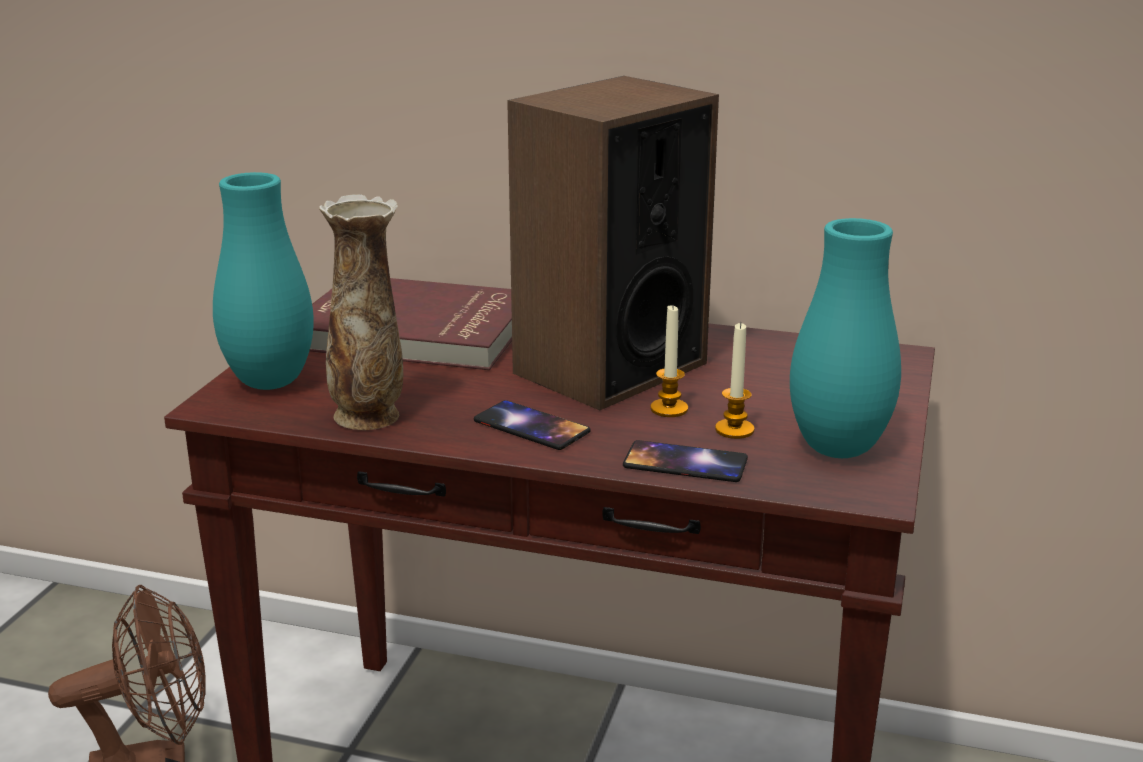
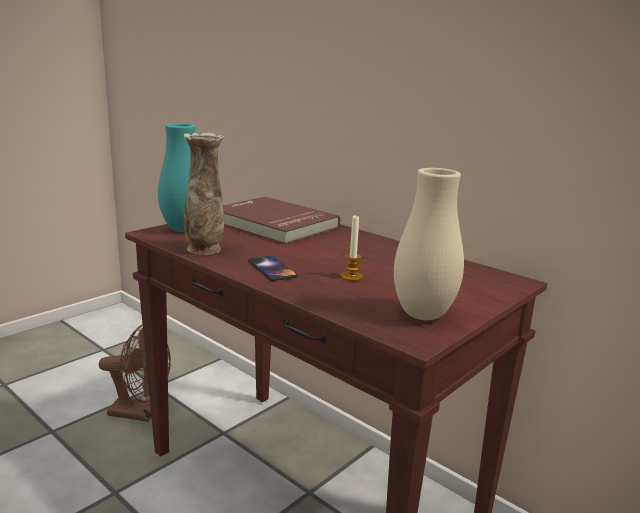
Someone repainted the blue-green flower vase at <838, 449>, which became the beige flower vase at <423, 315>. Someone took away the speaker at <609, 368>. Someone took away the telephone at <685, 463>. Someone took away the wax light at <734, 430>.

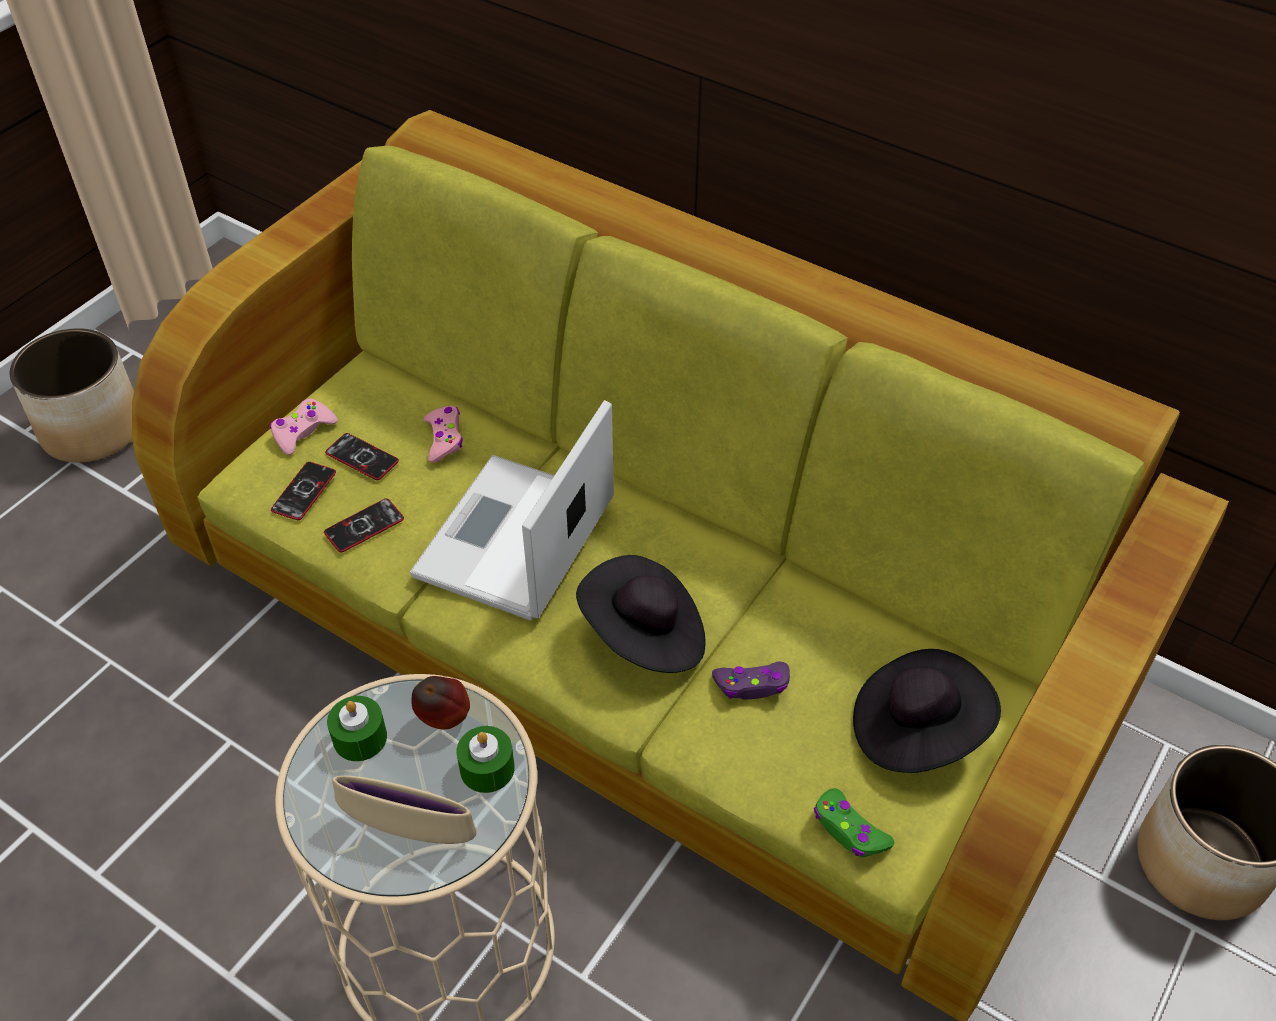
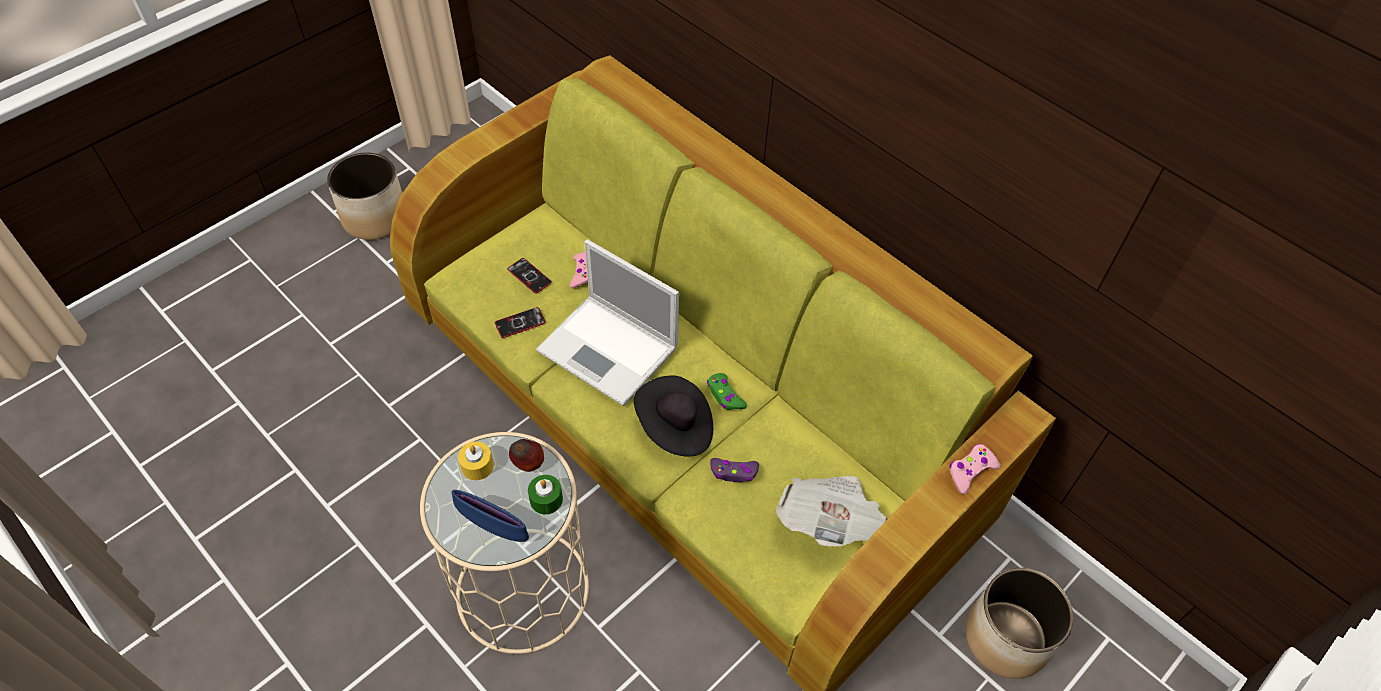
Someone repainted the beige bowl at <408, 828>, which became the blue-coloured bowl at <492, 526>. Someone repainted the green-coloured wax light at <360, 737>, which became the yellow-coloured wax light at <477, 466>. Someone rotated the portable computer at <514, 541> by 90 degrees counterclockwise. Someone carried the green-coloured joypad from <849, 830> to <725, 396>. Someone swapped the black-coloured hat at <916, 729> for the daily paper at <829, 521>. Someone carried the pinkish joypad from <303, 432> to <970, 471>. Someone took away the telephone at <304, 492>.

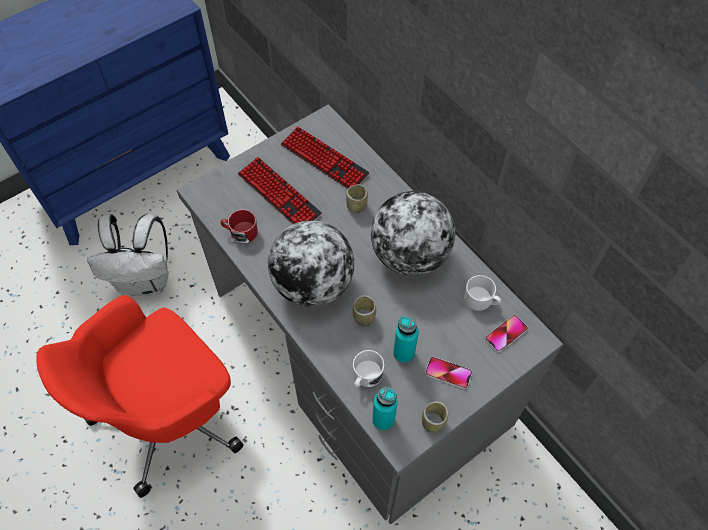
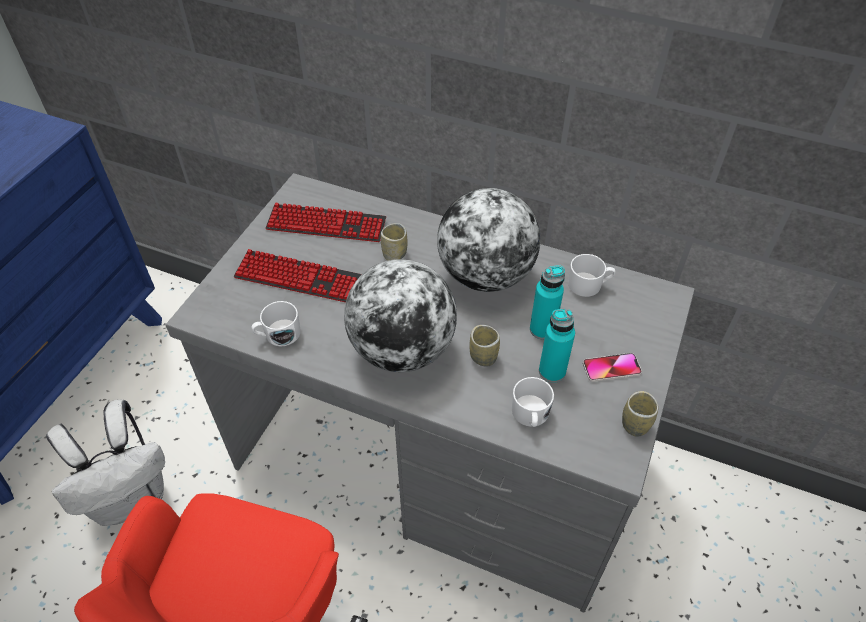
Someone repainted the red tea mug at <240, 232>, which became the white tea mug at <278, 335>. Someone carried the blue-green drink bottle from <383, 419> to <542, 329>. Someone took away the telephone at <506, 334>.

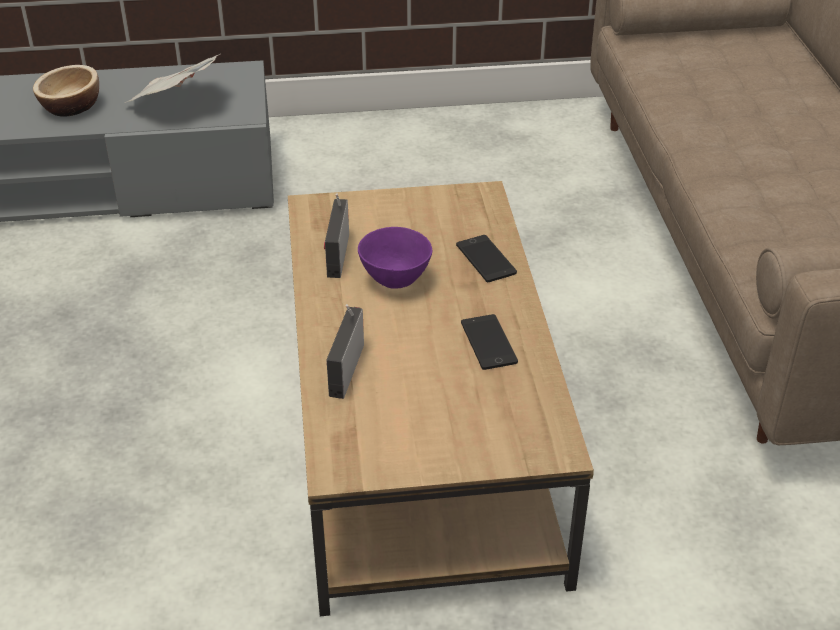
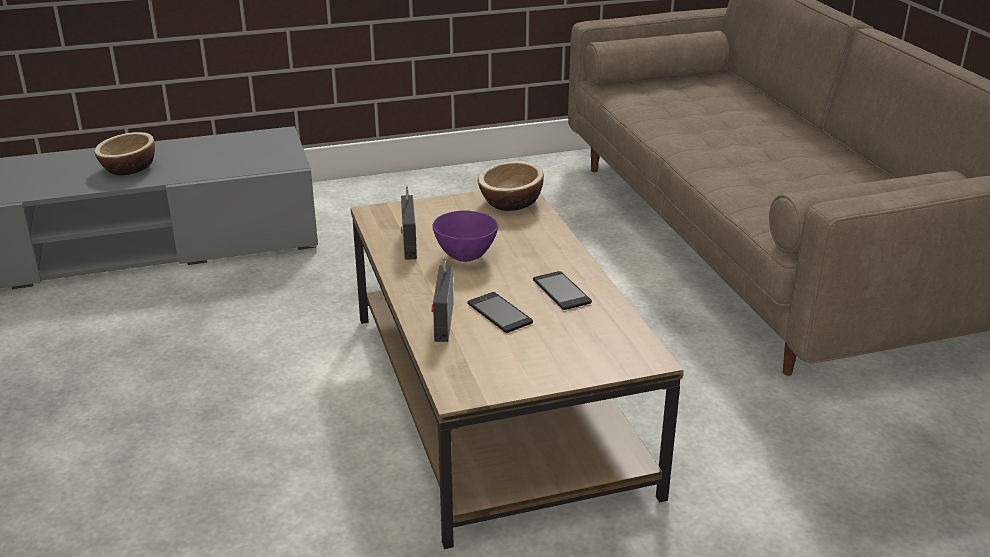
Someone carried the telephone from <486, 259> to <499, 313>. Someone put down the bowl at <511, 202>. Someone took away the daily paper at <176, 102>.

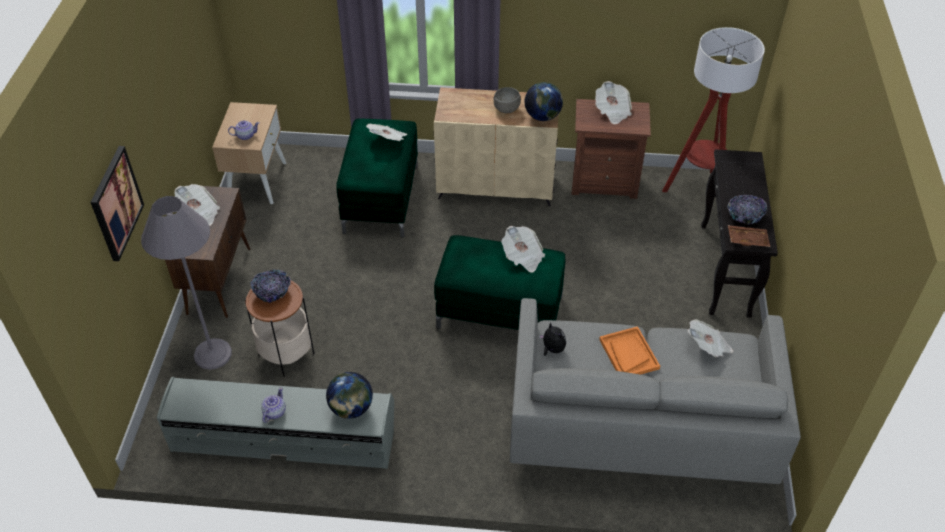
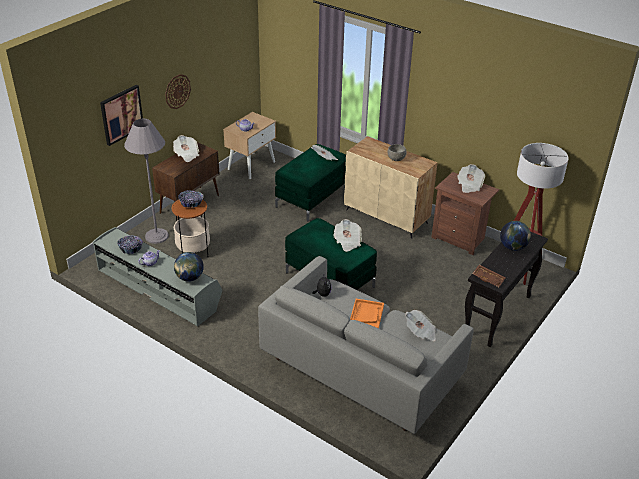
Someone carried the bowl from <745, 215> to <130, 249>. Someone put up the hanging clock at <177, 91>. Someone carried the globe from <542, 117> to <513, 247>.

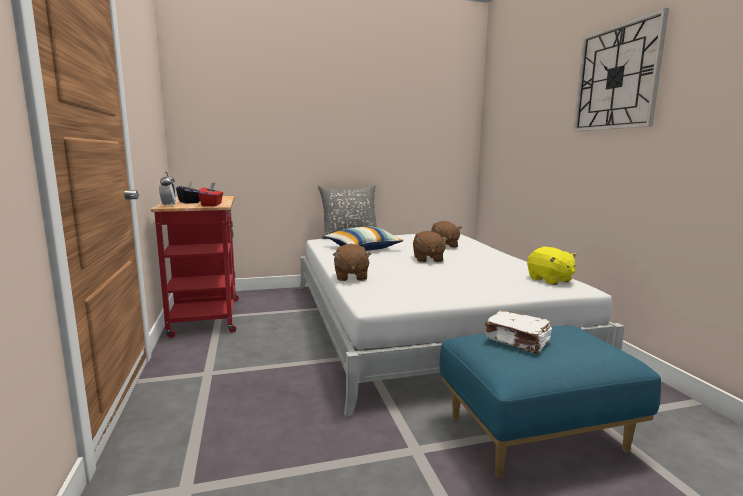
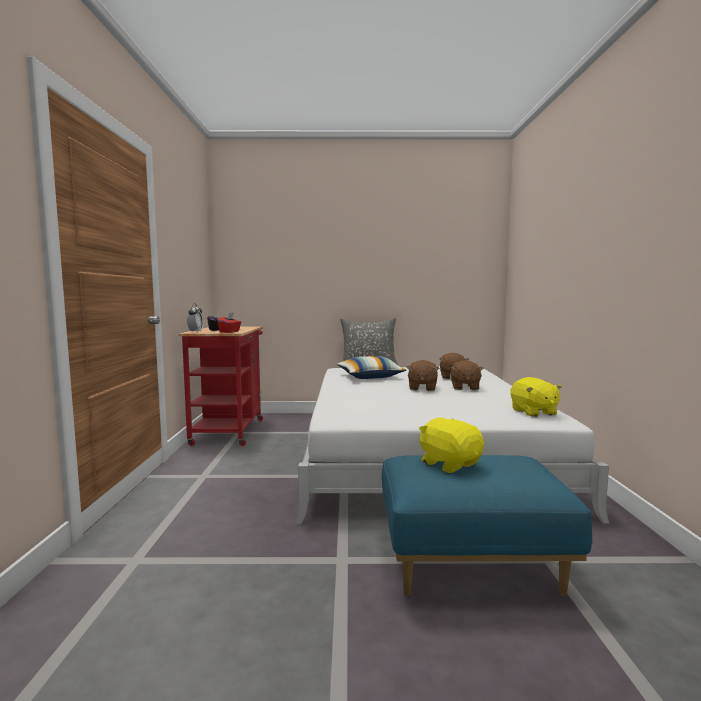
Someone swapped the white book at <517, 341> for the yellow-coloured plush toy at <449, 463>. Someone carried the brown plush toy from <351, 277> to <464, 387>. Someone took away the hanging clock at <616, 77>.

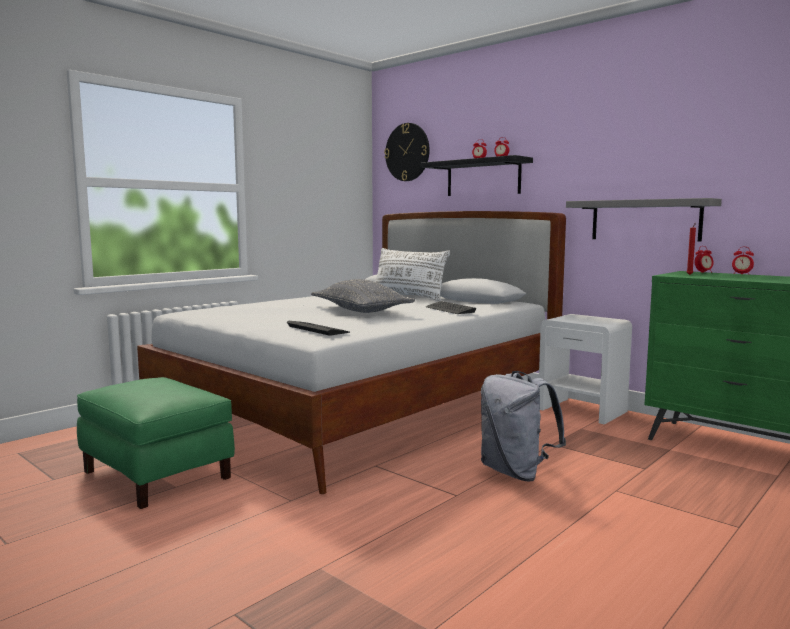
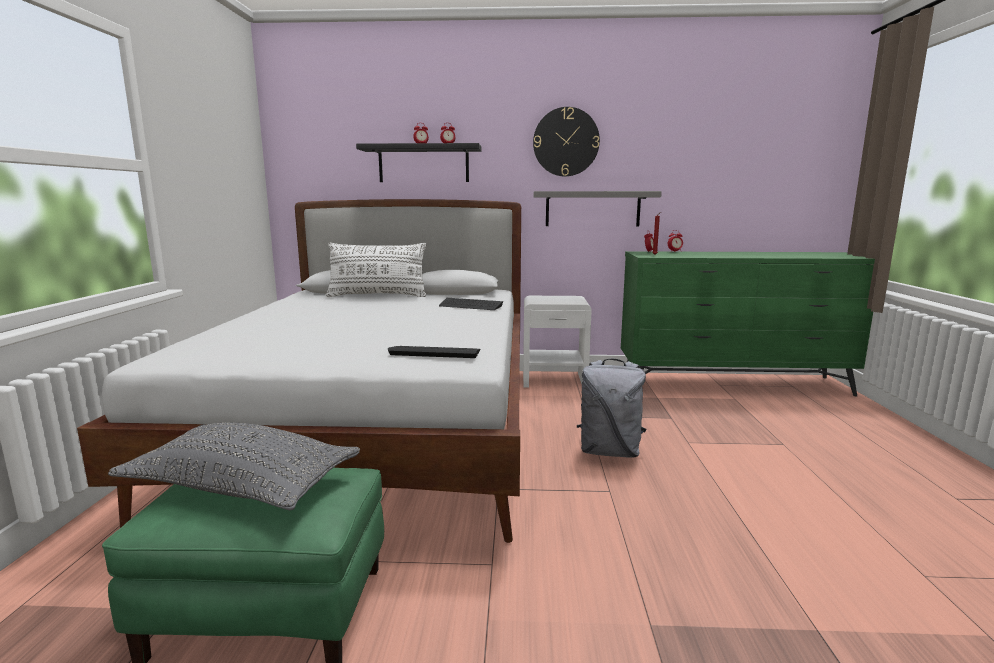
Someone carried the grey pillow from <361, 311> to <243, 486>. Someone carried the hanging clock from <407, 152> to <566, 142>.

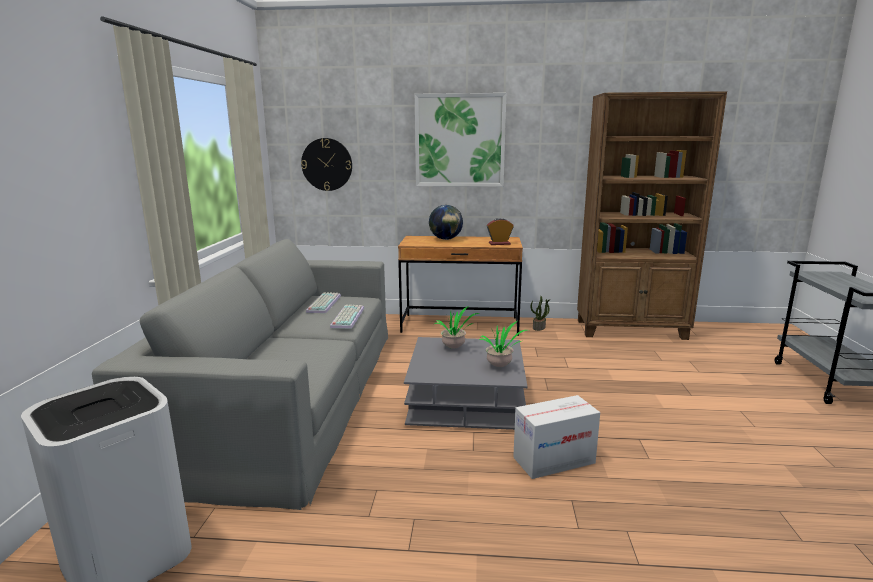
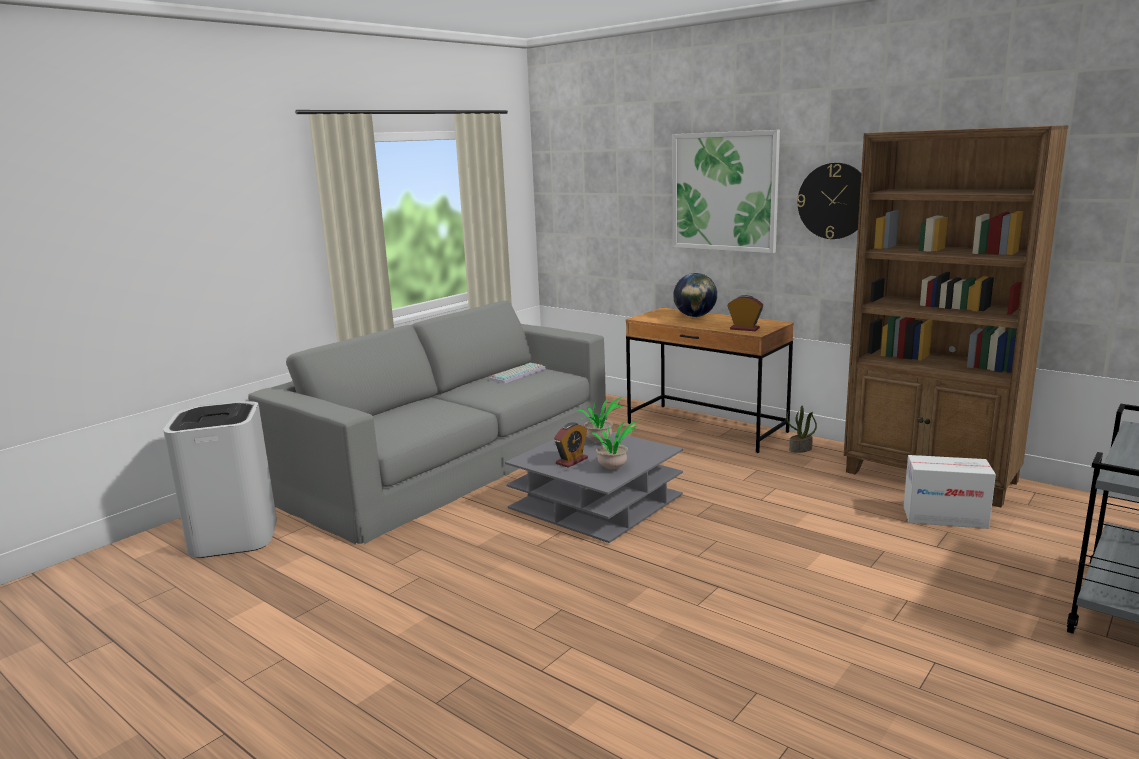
Someone put down the alarm clock at <571, 461>. Someone carried the hanging clock from <327, 164> to <834, 201>. Someone carried the packing box from <554, 460> to <945, 517>. Someone took away the PC keyboard at <347, 317>.

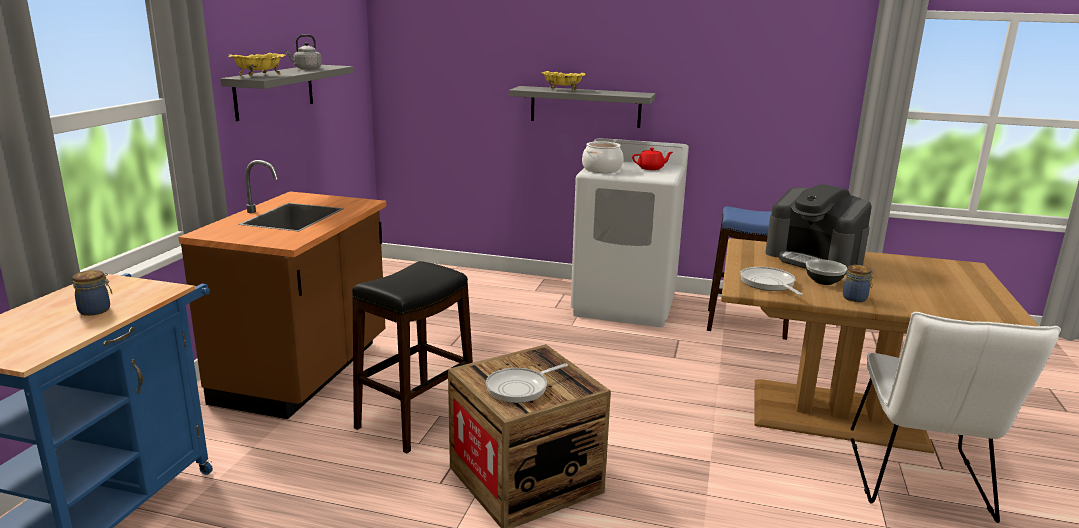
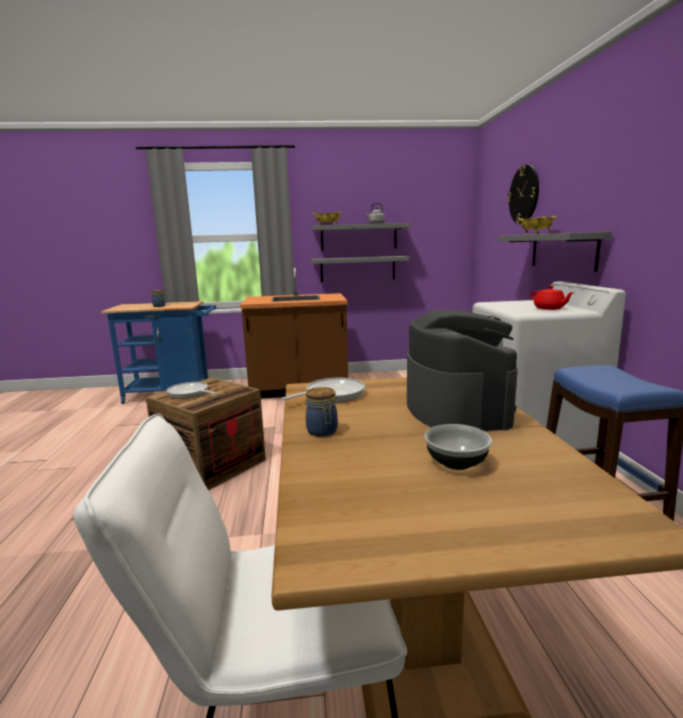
Someone put up the grey wall shelf at <357, 269>. Someone rotated the coffee brewer at <814, 258> by 150 degrees clockwise. Someone carried the bowl from <823, 281> to <456, 462>. Someone put up the hanging clock at <524, 194>. Someone took away the black-coloured stool at <416, 418>. Someone took away the saucepot at <602, 169>.

